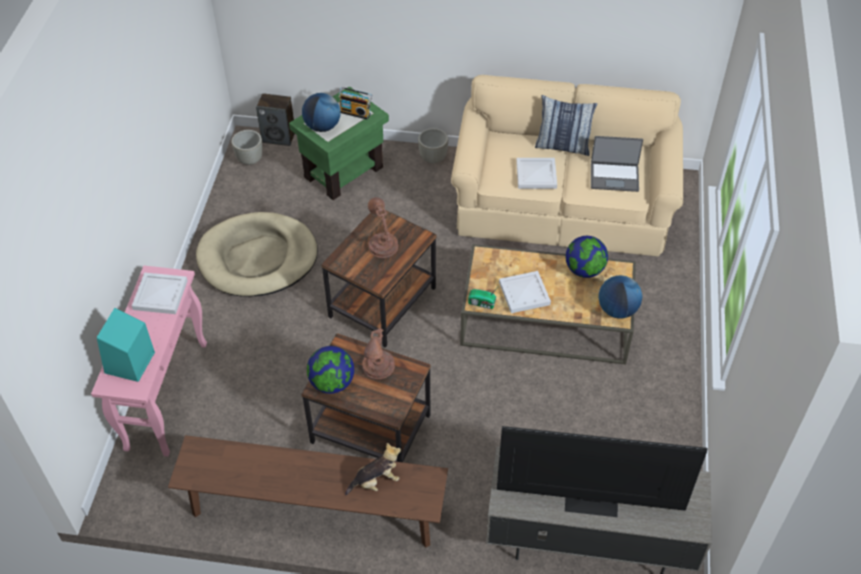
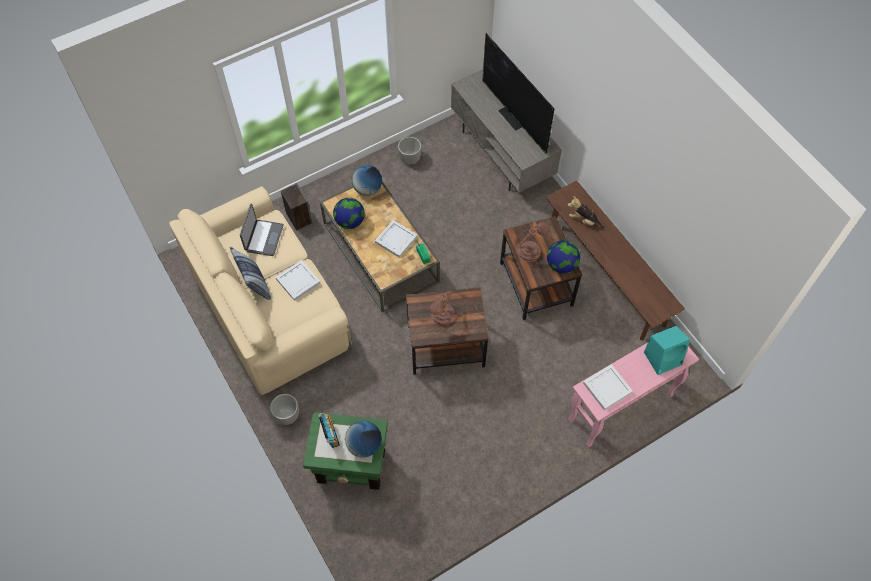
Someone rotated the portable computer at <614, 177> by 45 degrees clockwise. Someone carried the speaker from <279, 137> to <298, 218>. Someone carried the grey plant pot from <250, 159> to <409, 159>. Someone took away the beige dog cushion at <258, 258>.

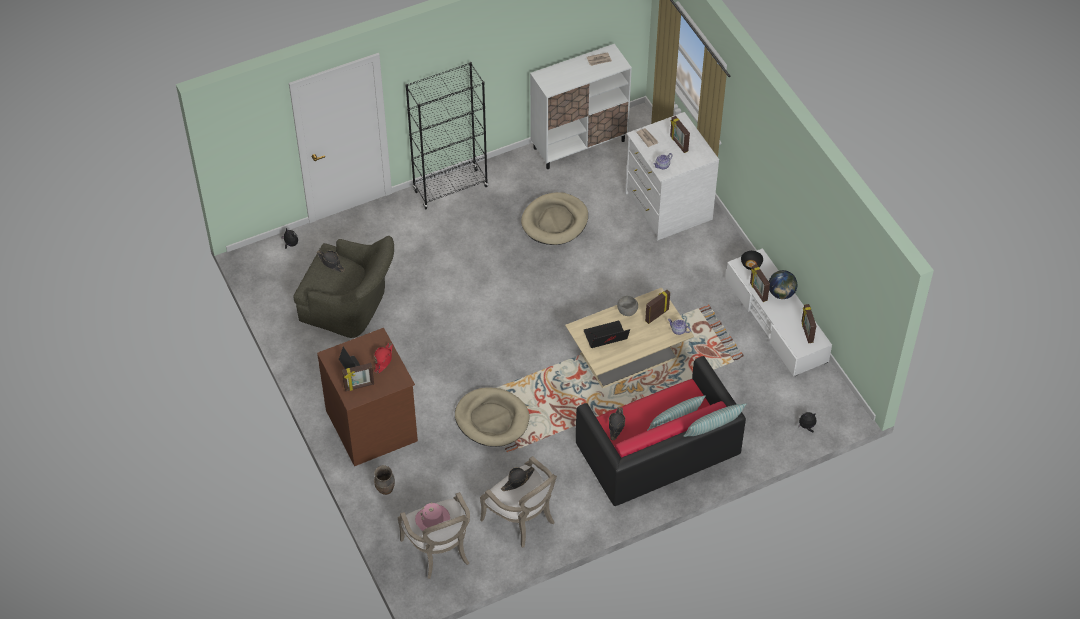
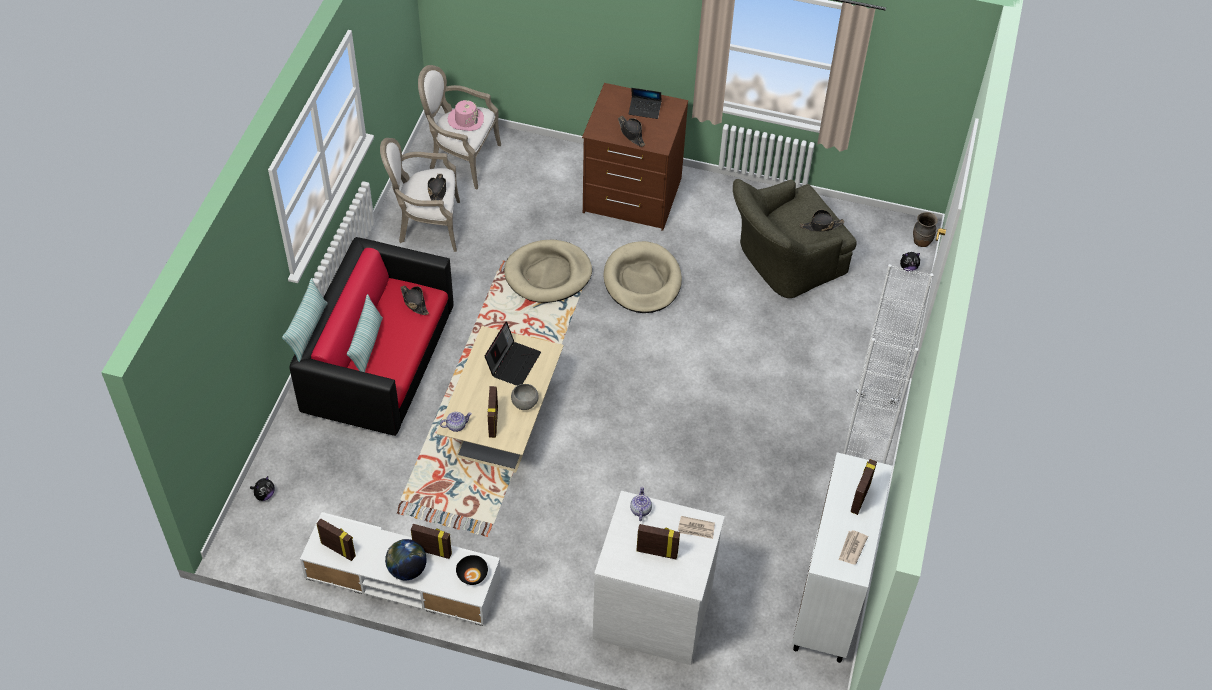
Someone carried the beige dog cushion from <555, 221> to <642, 280>. Someone repainted the red hat at <383, 359>, which became the black-coloured hat at <631, 133>. Someone repainted the black-coloured shelving unit at <450, 189>, which became the white shelving unit at <868, 435>. Someone carried the standing frame from <359, 386> to <859, 498>. Someone carried the brown flower vase from <385, 489> to <921, 242>.

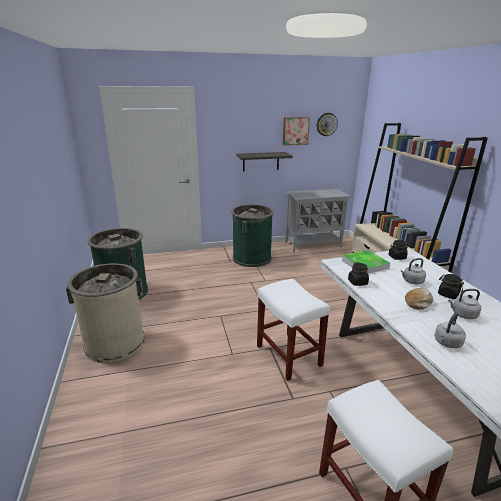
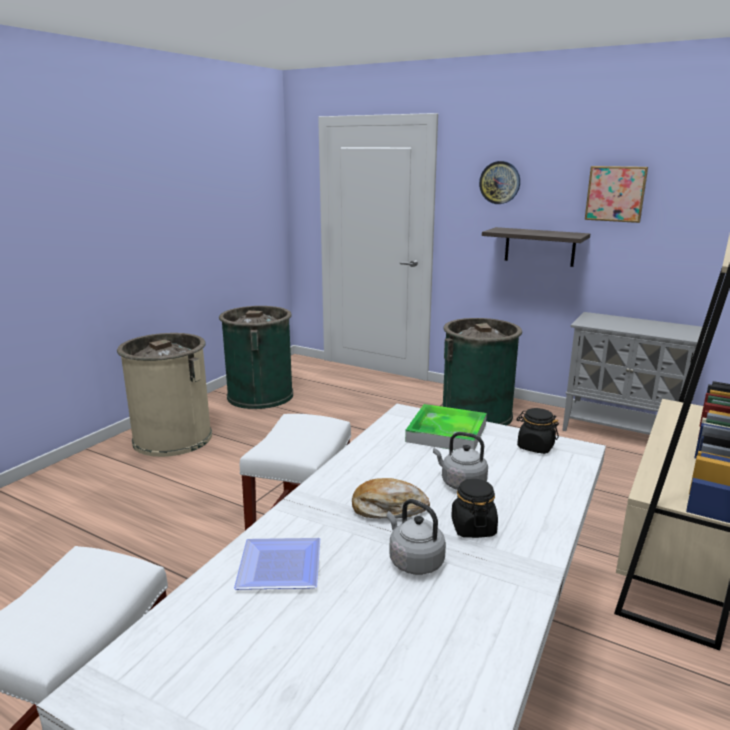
Someone swapped the grey tea kettle at <447, 343> for the flat dish at <276, 569>. Someone carried the hanging clock from <326, 124> to <500, 182>. Someone took away the black-coloured preserve jar at <357, 282>.

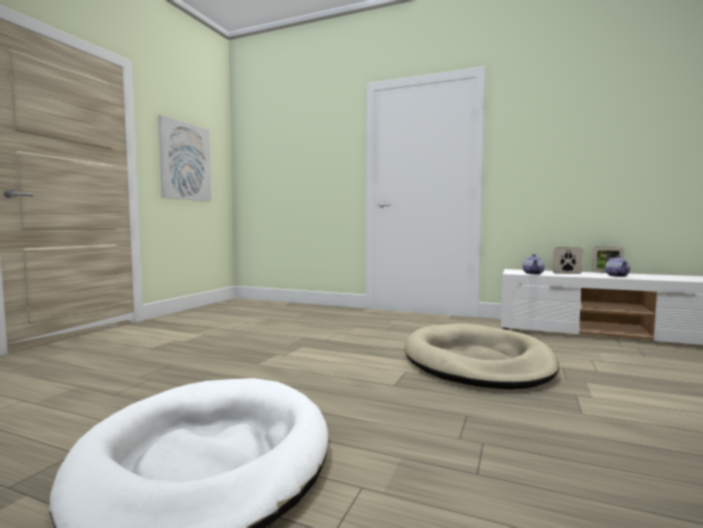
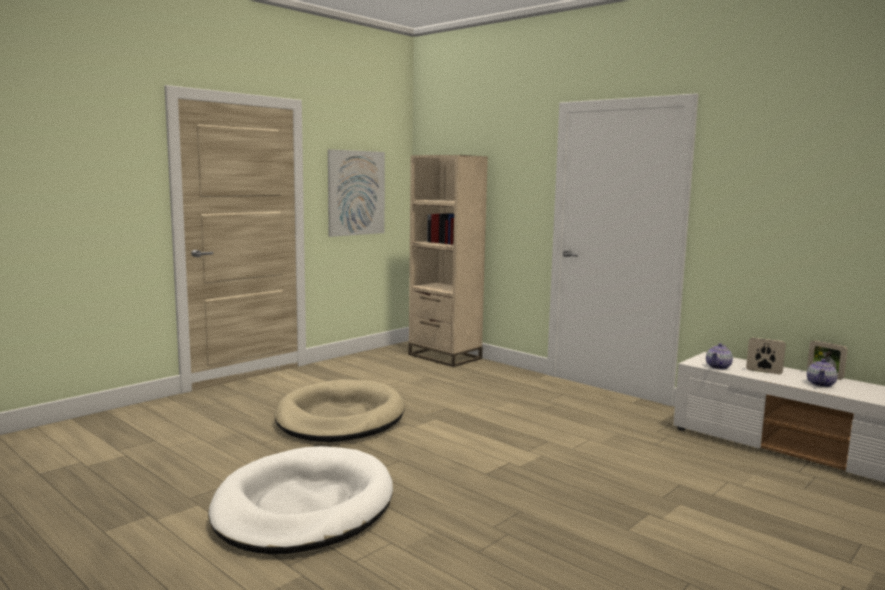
Someone carried the beige dog cushion from <476, 362> to <340, 418>. Someone put down the beige shelving unit at <444, 357>.

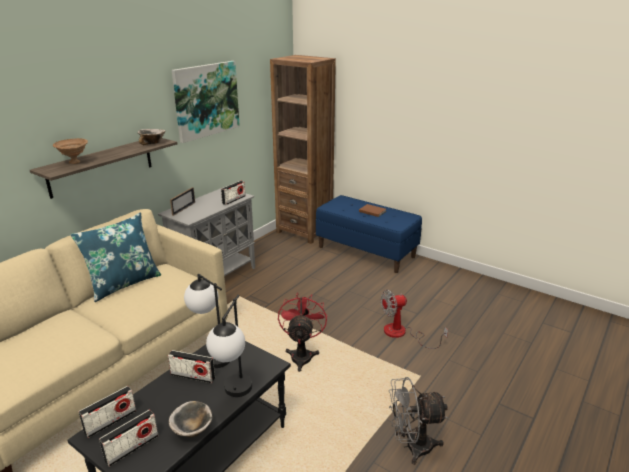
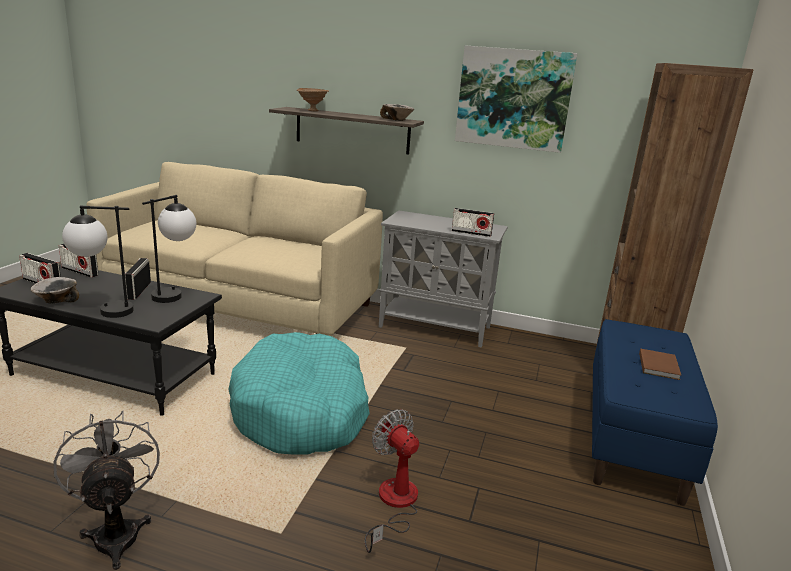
Someone swapped the red fan at <302, 355> for the blue-green dog cushion at <301, 410>. Someone took away the blue-coloured pillow at <123, 283>. Someone took away the standing frame at <184, 209>.

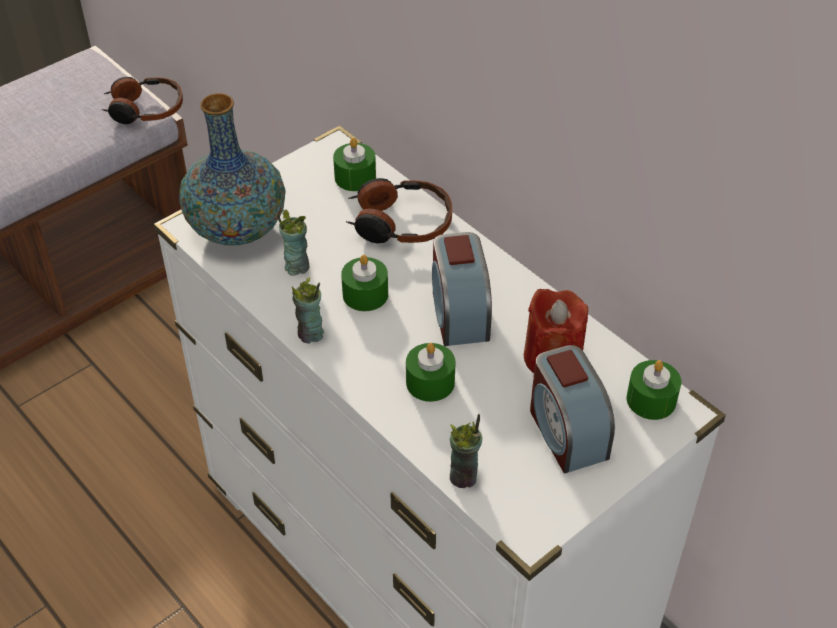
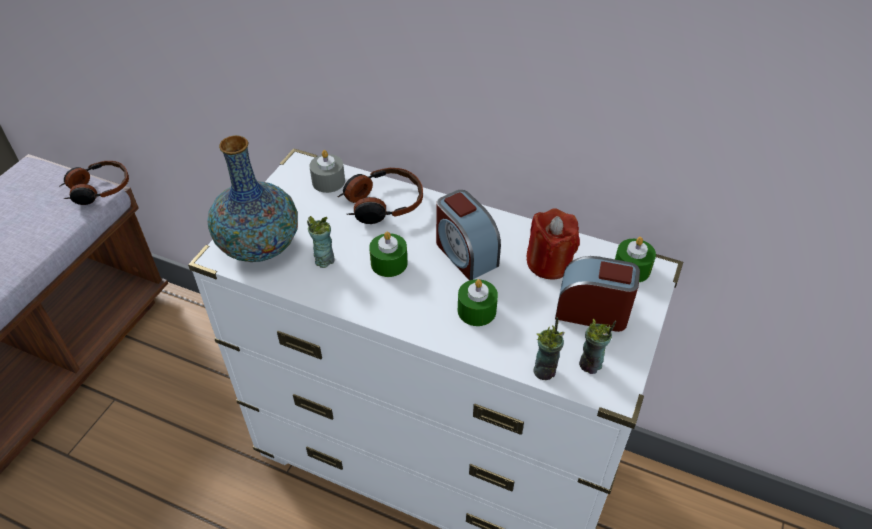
Someone repainted the green-coloured wax light at <355, 177>, which became the grey wax light at <328, 181>. Someone rotated the alarm clock at <566, 432> by 150 degrees clockwise. Someone carried the drinking cup from <310, 334> to <590, 365>.

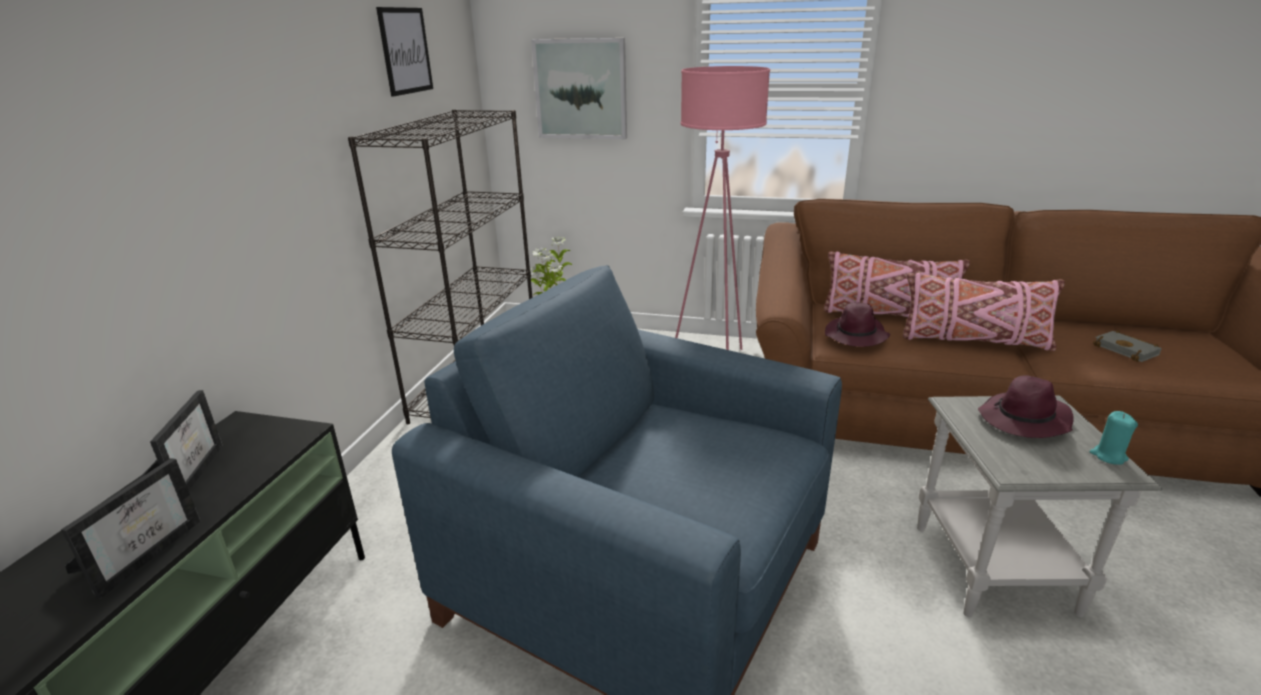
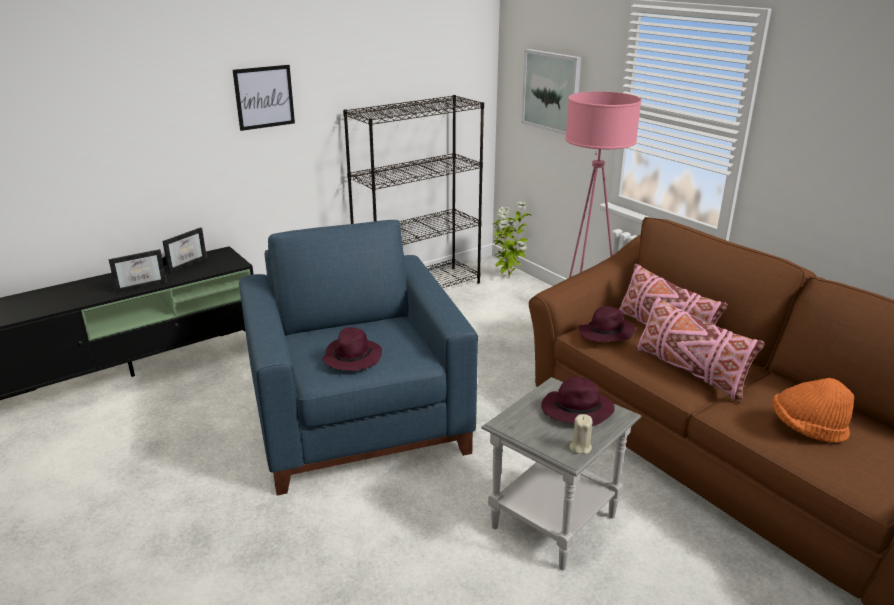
Someone carried the wall art from <405, 51> to <264, 97>. Someone put down the purple hat at <352, 357>. Someone repainted the blue-green wax light at <1108, 456>, which became the beige wax light at <580, 447>. Someone swapped the grey book at <1127, 350> for the orangey hat at <807, 428>.

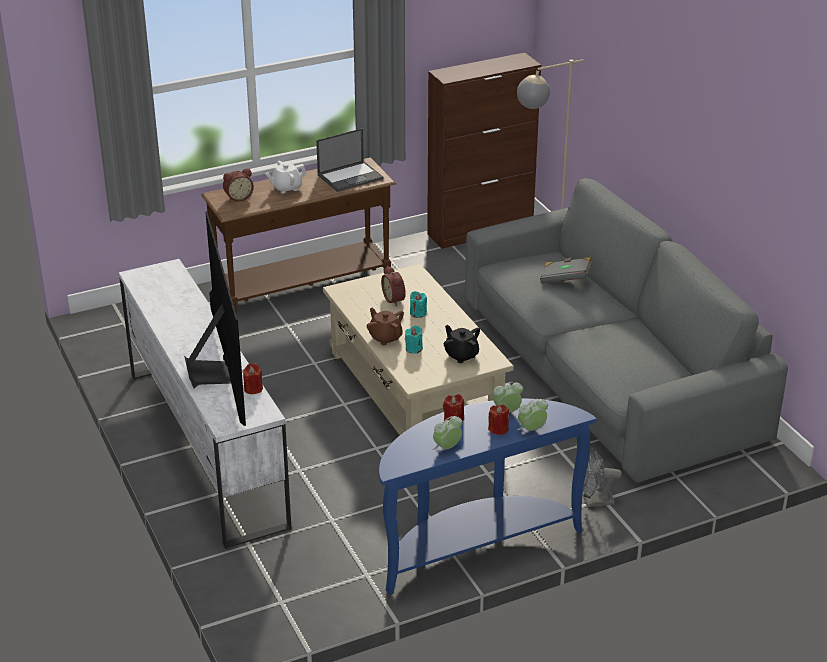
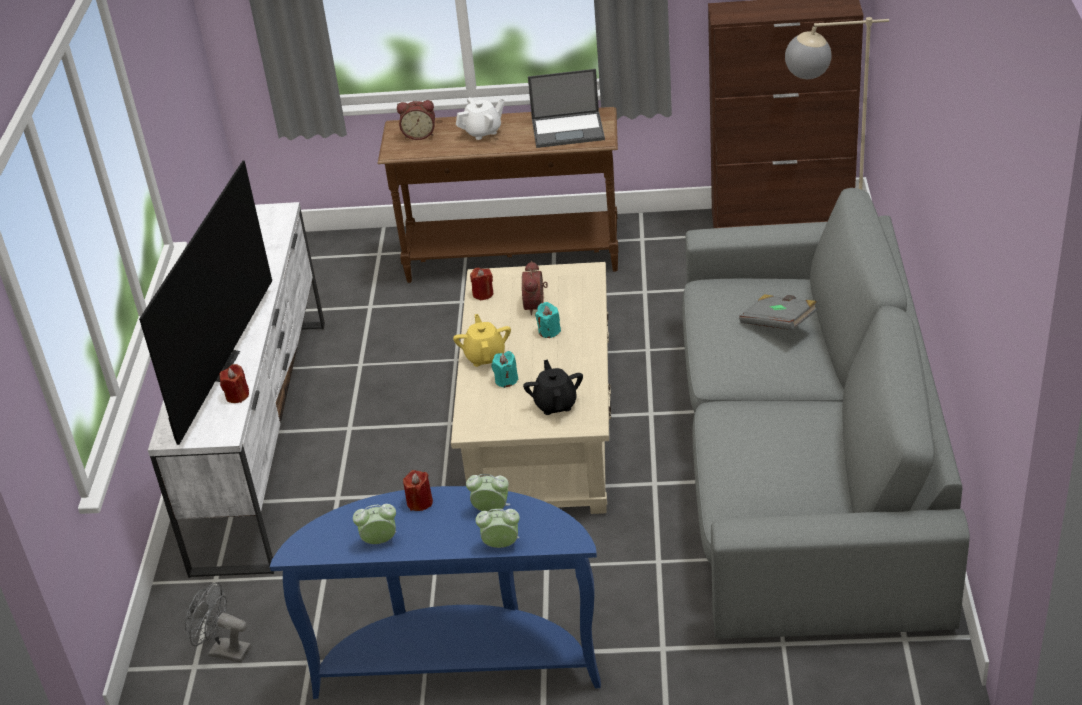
Someone carried the grey fan from <593, 501> to <223, 651>. Someone repainted the brown tea pot at <385, 337>, which became the yellow-coloured tea pot at <485, 356>. Someone rotated the white tea pot at <286, 188> by 150 degrees clockwise. Someone carried the red wax light from <498, 429> to <483, 294>.

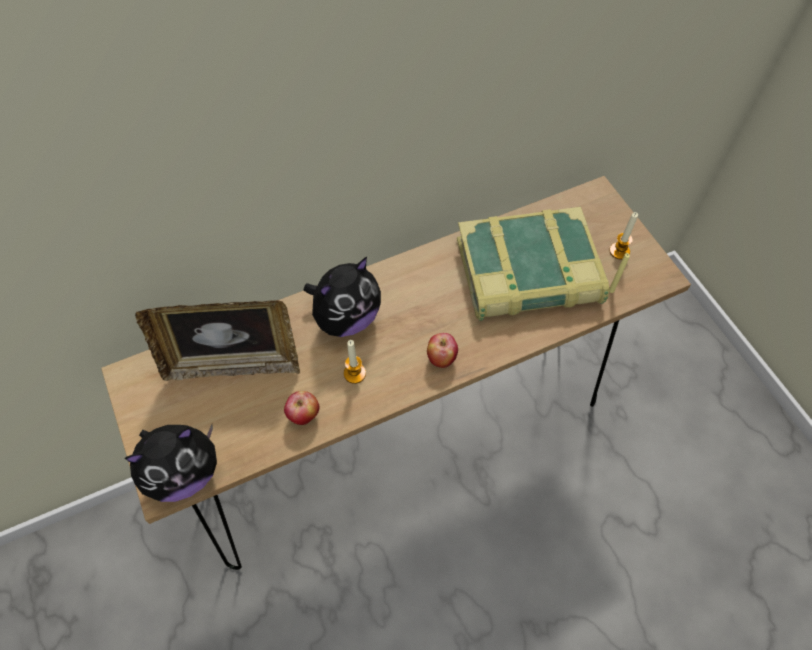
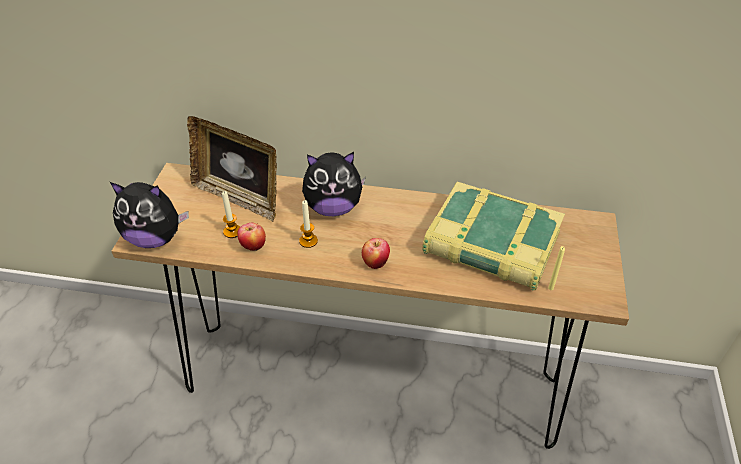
Someone carried the wax light from <619, 251> to <232, 231>.

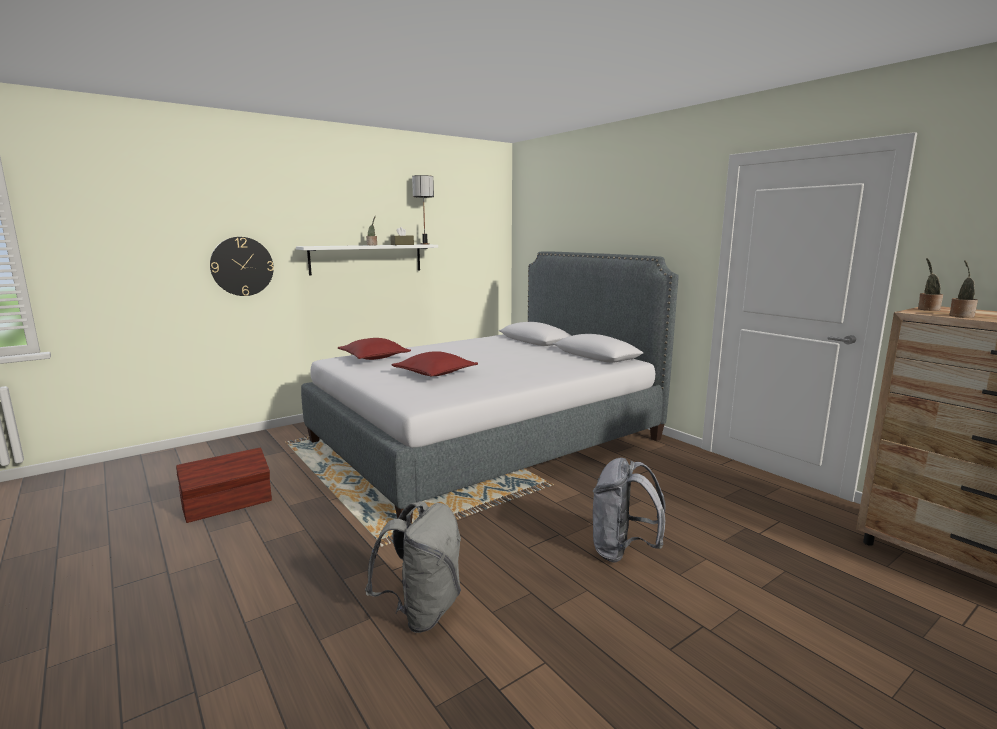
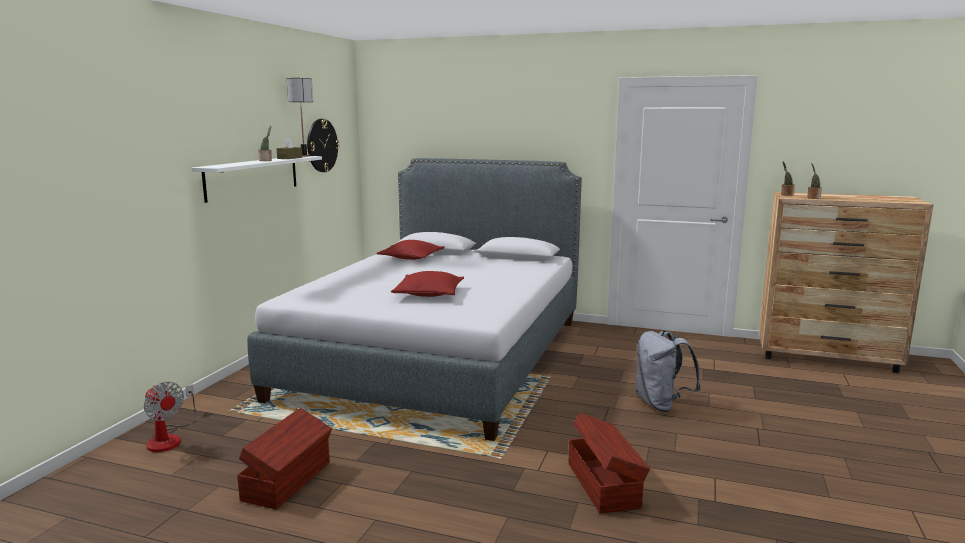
Someone put down the fan at <169, 438>. Someone carried the hanging clock from <242, 266> to <322, 145>. Someone carried the red pillow from <374, 357> to <411, 258>. Someone swapped the grey rucksack at <422, 611> for the brown storage box at <604, 484>.

